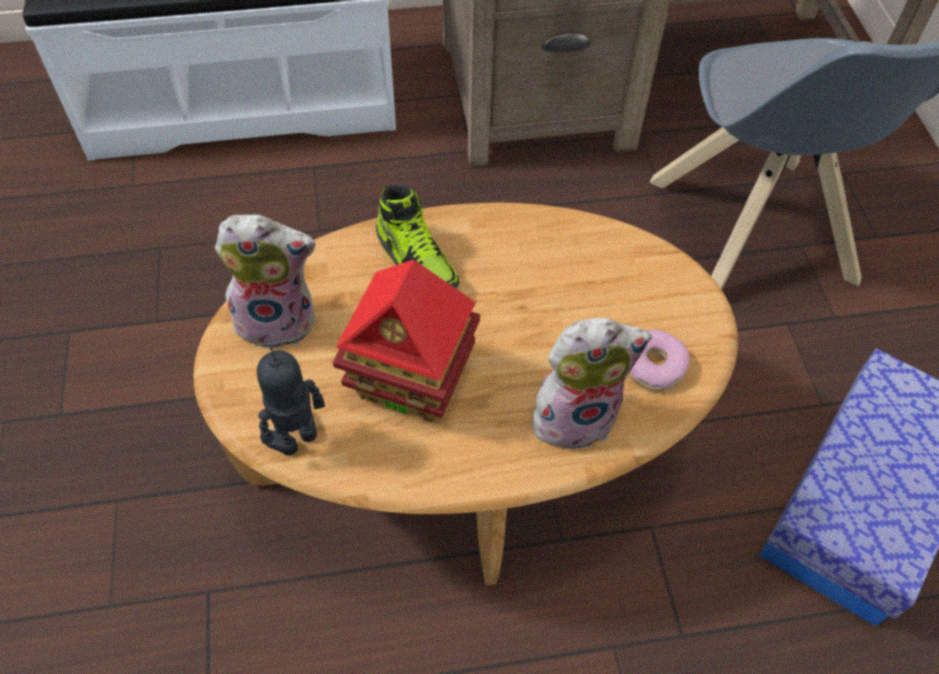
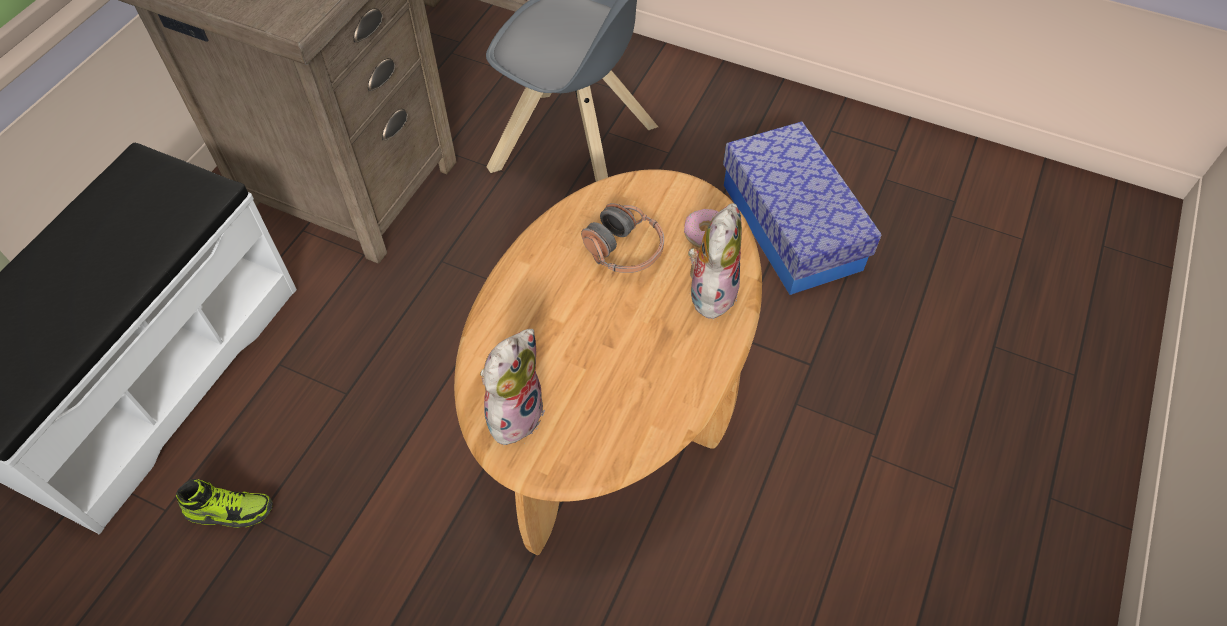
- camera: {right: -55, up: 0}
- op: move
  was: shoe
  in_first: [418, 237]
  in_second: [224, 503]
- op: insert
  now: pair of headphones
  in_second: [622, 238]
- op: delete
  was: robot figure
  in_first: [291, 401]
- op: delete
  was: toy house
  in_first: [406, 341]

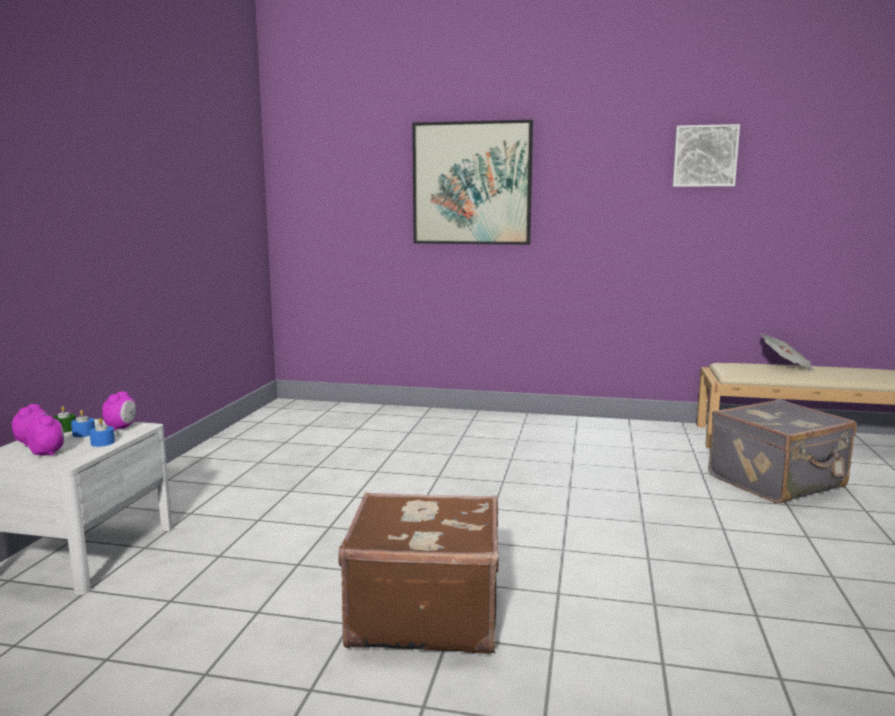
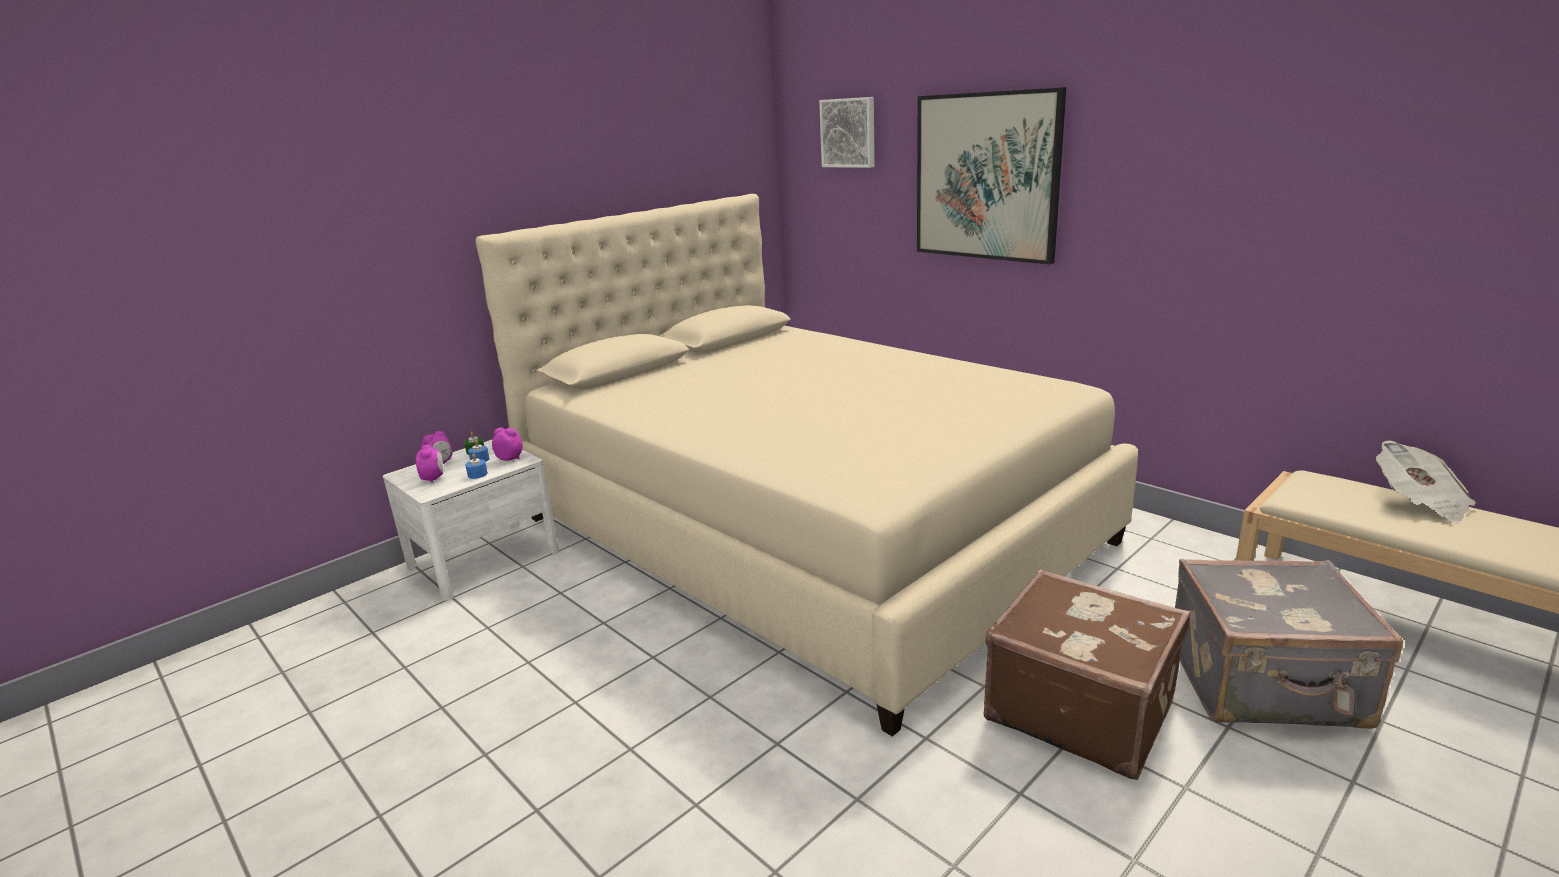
- camera: {right: 35, up: 10}
- op: insert
  now: beige bed
  in_second: [806, 465]
- op: rotate
  was: alarm clock
  in_first: [119, 411]
  in_second: [507, 444]
  clockwise: -120
- op: move
  was: picture
  in_first: [706, 155]
  in_second: [847, 132]
- op: move
  was: brown piece of luggage
  in_first: [418, 573]
  in_second: [1087, 674]

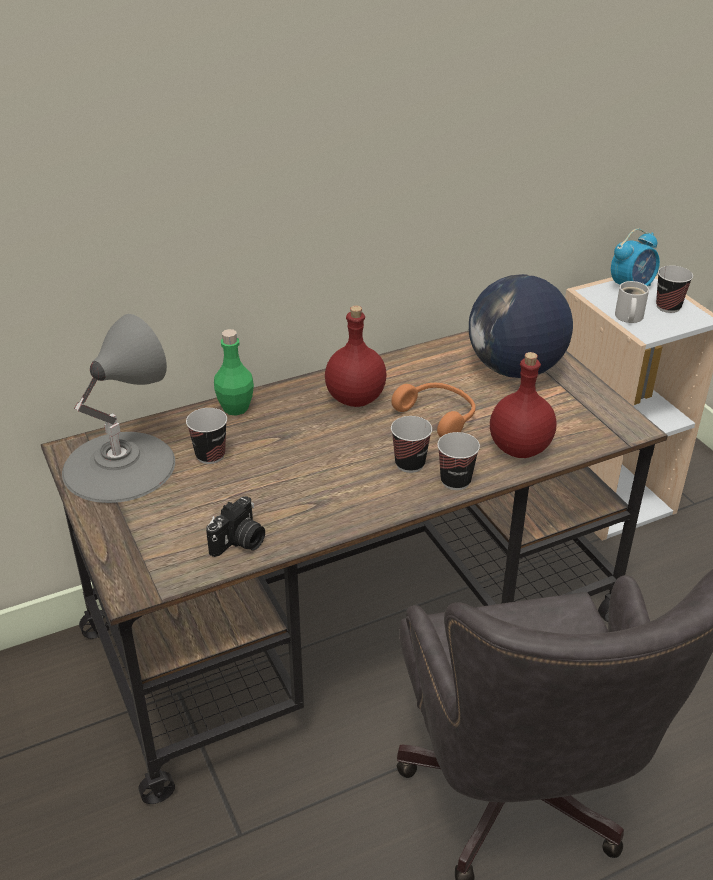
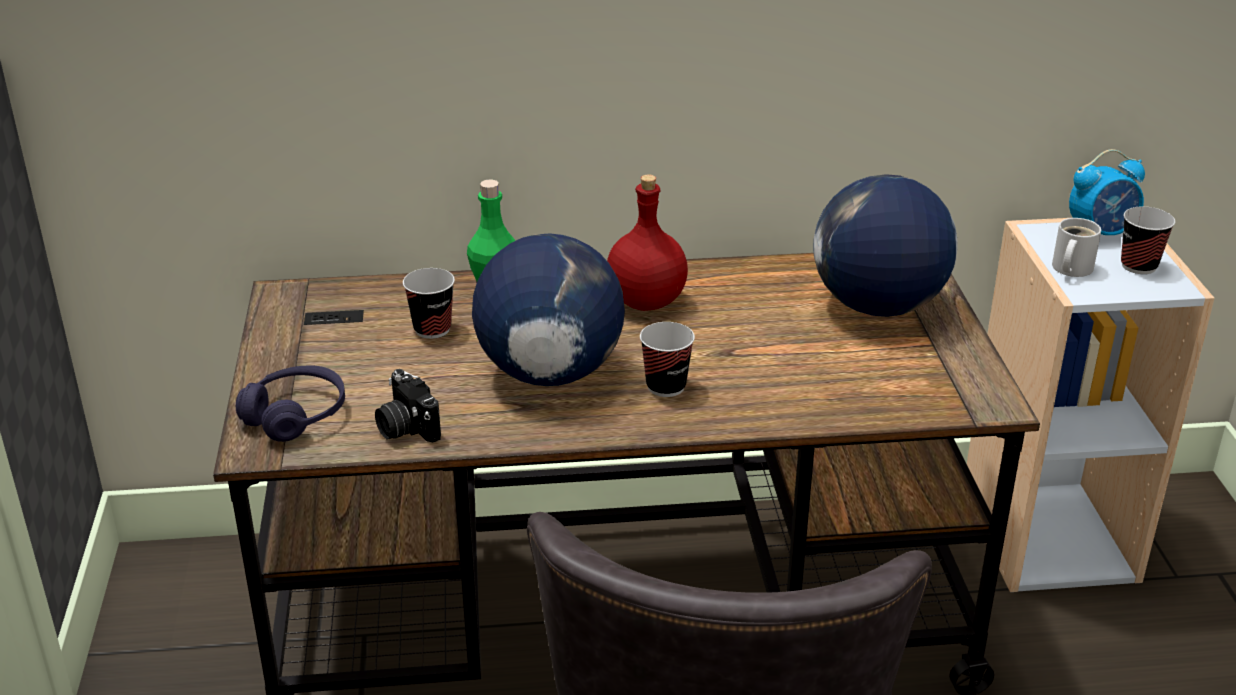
- camera: {right: 20, up: -5}
- op: insert
  now: purple pair of headphones
  in_second: [290, 403]
- op: rotate
  was: still camera
  in_first: [235, 526]
  in_second: [408, 405]
  clockwise: 90
- op: insert
  now: desk globe
  in_second: [548, 310]
- op: delete
  was: grey table lamp
  in_first: [118, 408]
- op: delete
  was: orange pair of headphones
  in_first: [433, 410]
- op: delete
  was: cup
  in_first: [458, 461]
- op: delete
  was: red-coloured bottle
  in_first: [523, 405]

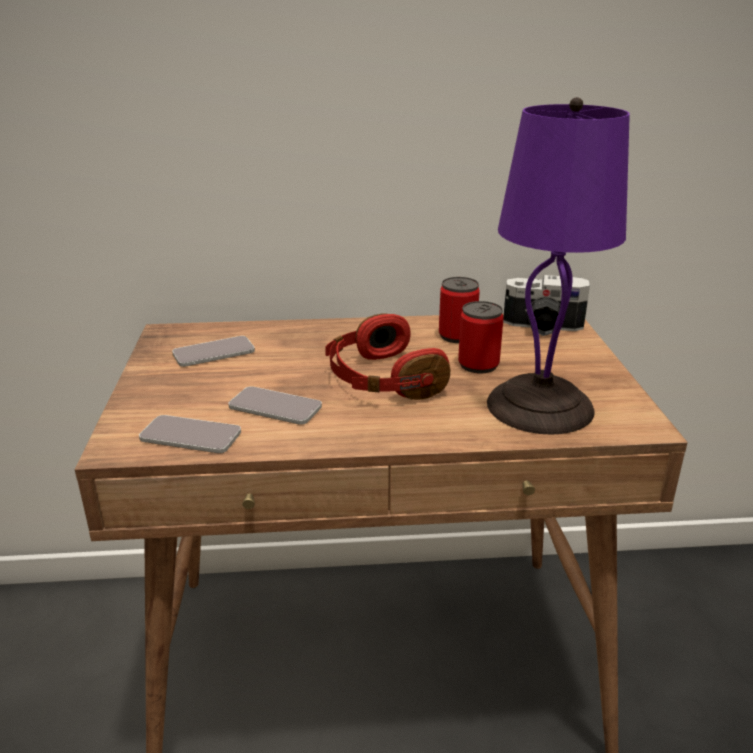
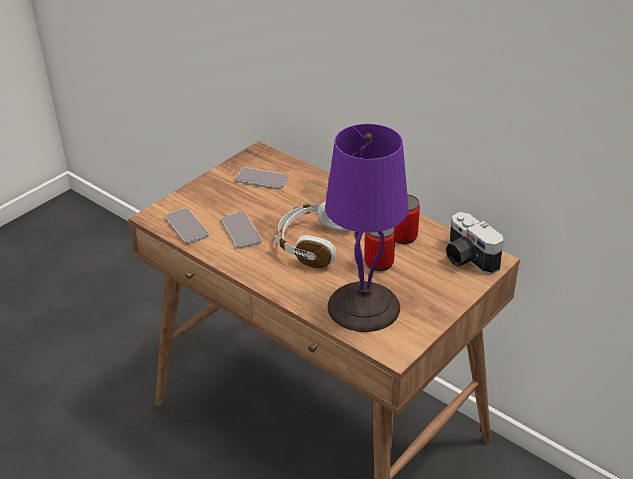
- camera: {right: 45, up: 10}
- op: recolor
  was: red-coloured pair of headphones
  now: white-coloured pair of headphones
  in_first: [388, 356]
  in_second: [312, 235]

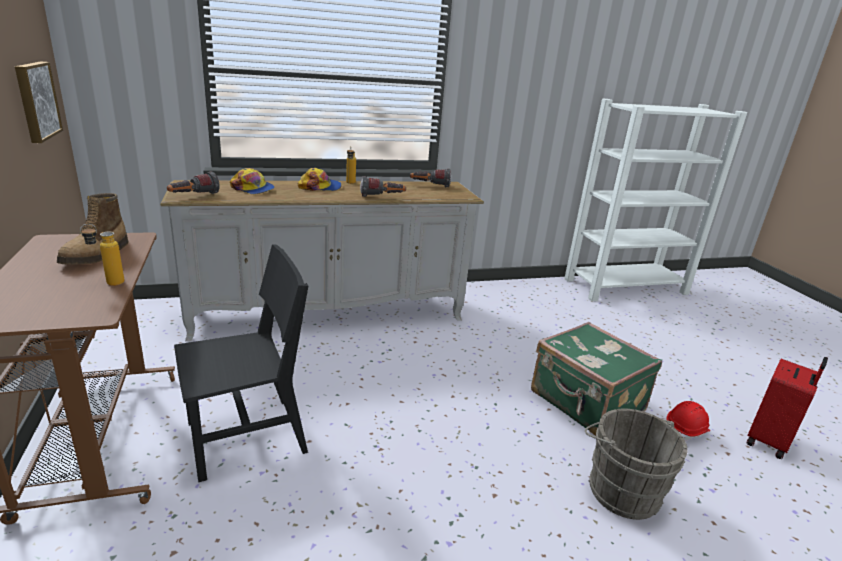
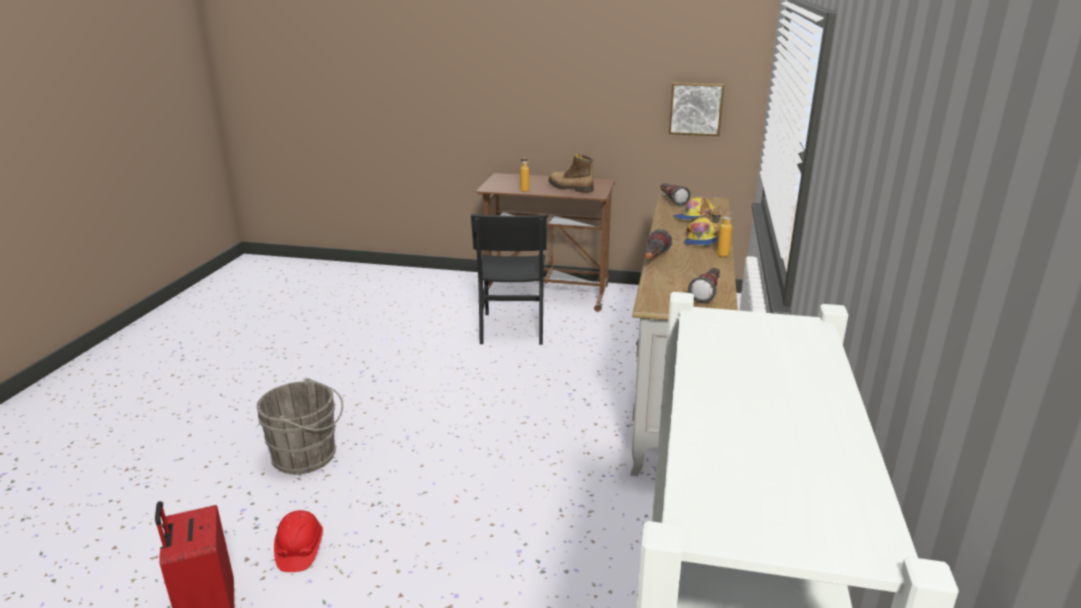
- camera: {right: 120, up: 0}
- op: delete
  was: green-coloured piece of luggage
  in_first: [596, 379]

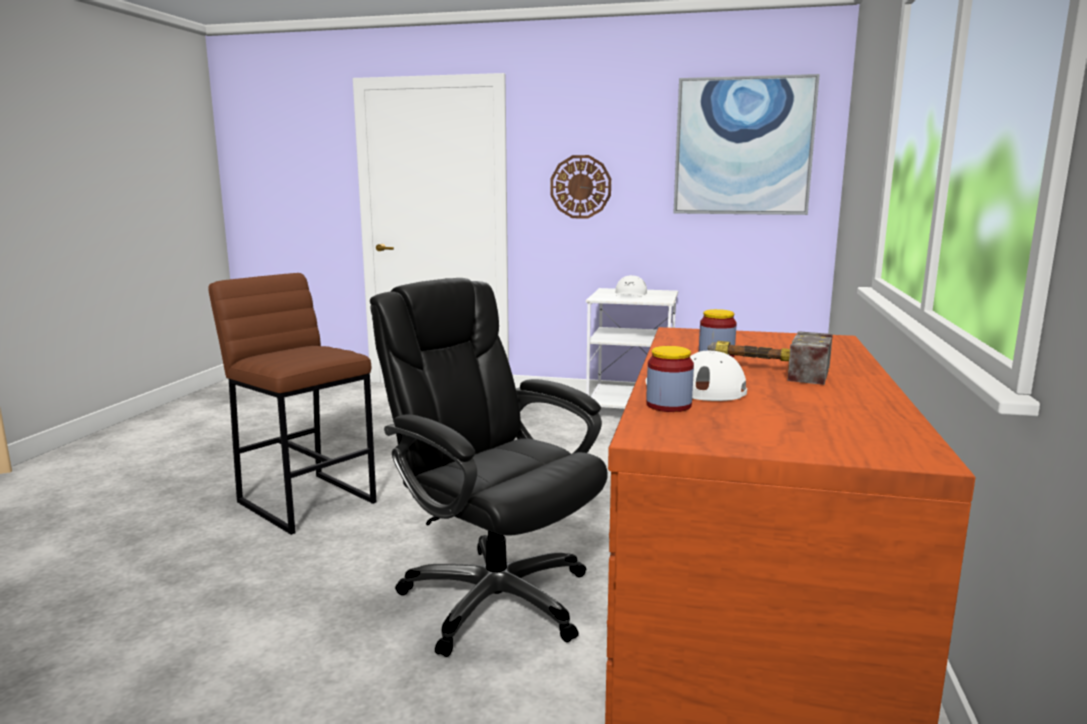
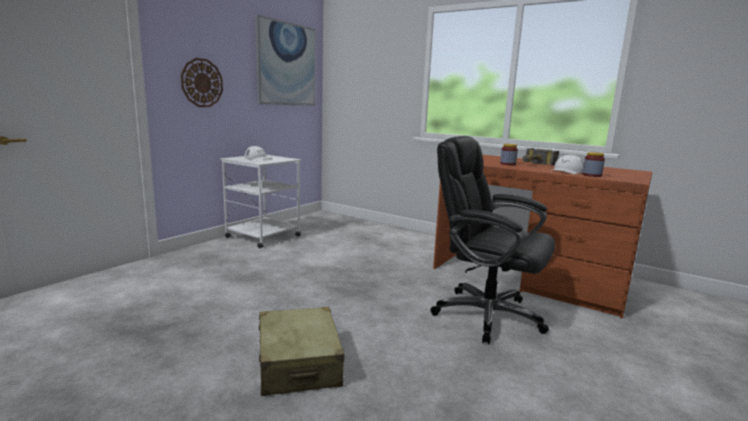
- camera: {right: -70, up: 0}
- op: replace
  was: brown stool
  now: beige piece of luggage
  in_first: [292, 404]
  in_second: [301, 351]
- op: rotate
  was: blackish desk chair
  in_first: [489, 467]
  in_second: [492, 240]
  clockwise: 60

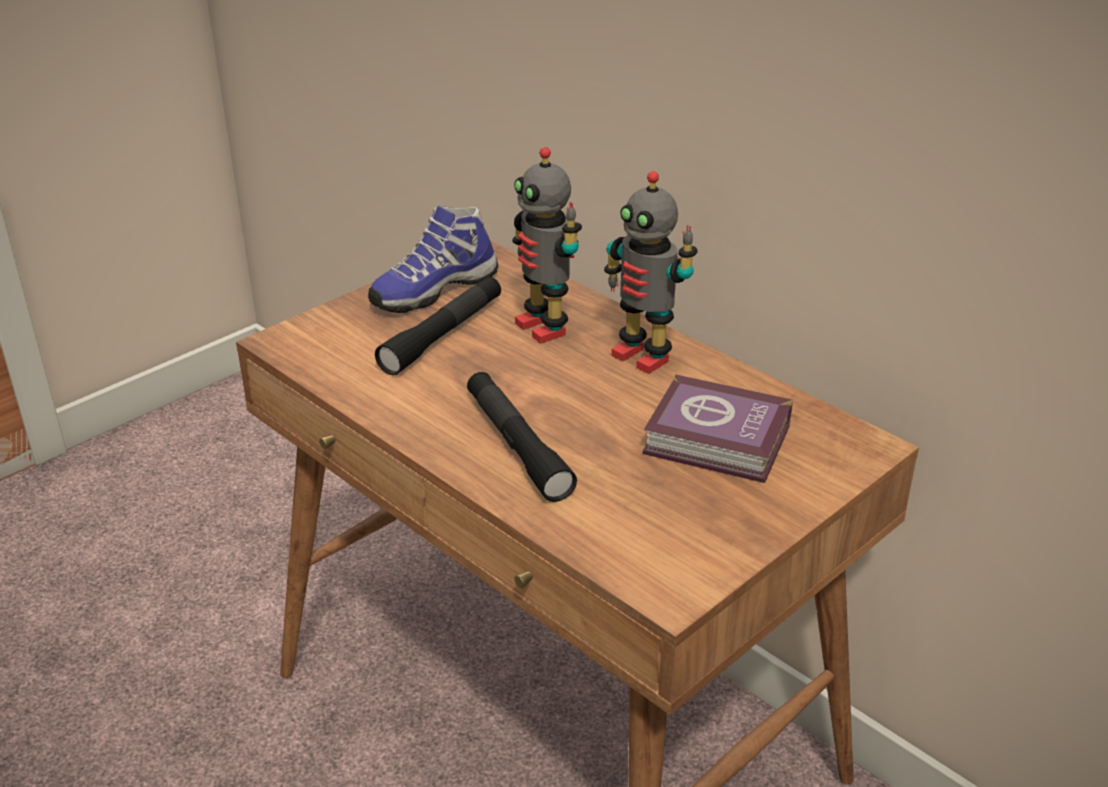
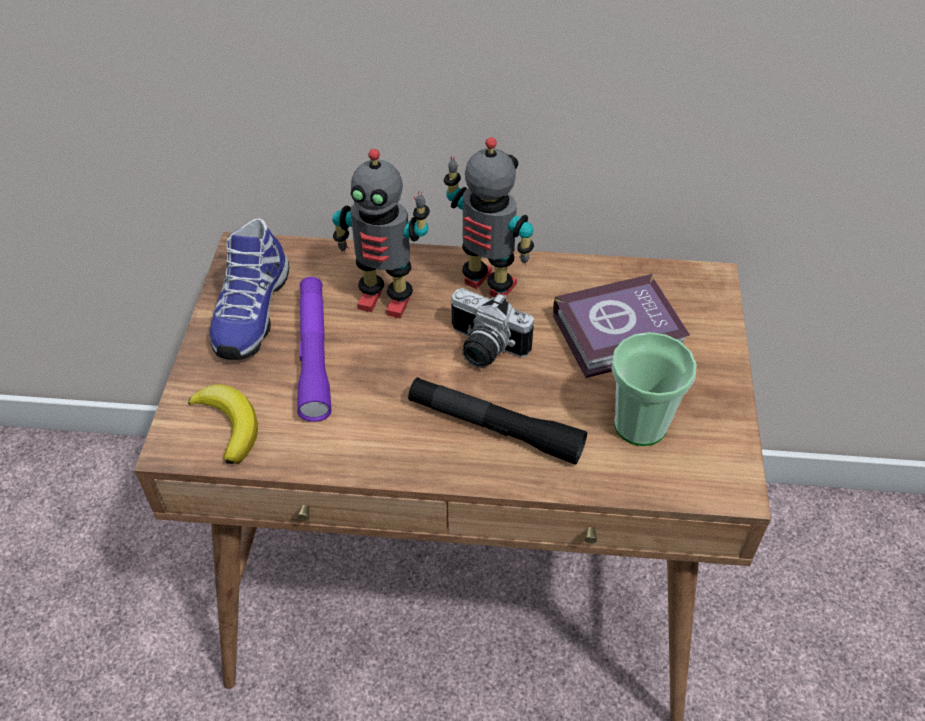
- camera: {right: -40, up: 15}
- op: insert
  now: banana
  in_second: [223, 424]
- op: recolor
  was: blackish hand torch
  now: purple hand torch
  in_first: [438, 325]
  in_second: [314, 349]
- op: rotate
  was: robot figure
  in_first: [650, 272]
  in_second: [489, 217]
  clockwise: -150
- op: insert
  now: still camera
  in_second: [492, 328]
- op: insert
  now: cup
  in_second: [654, 389]

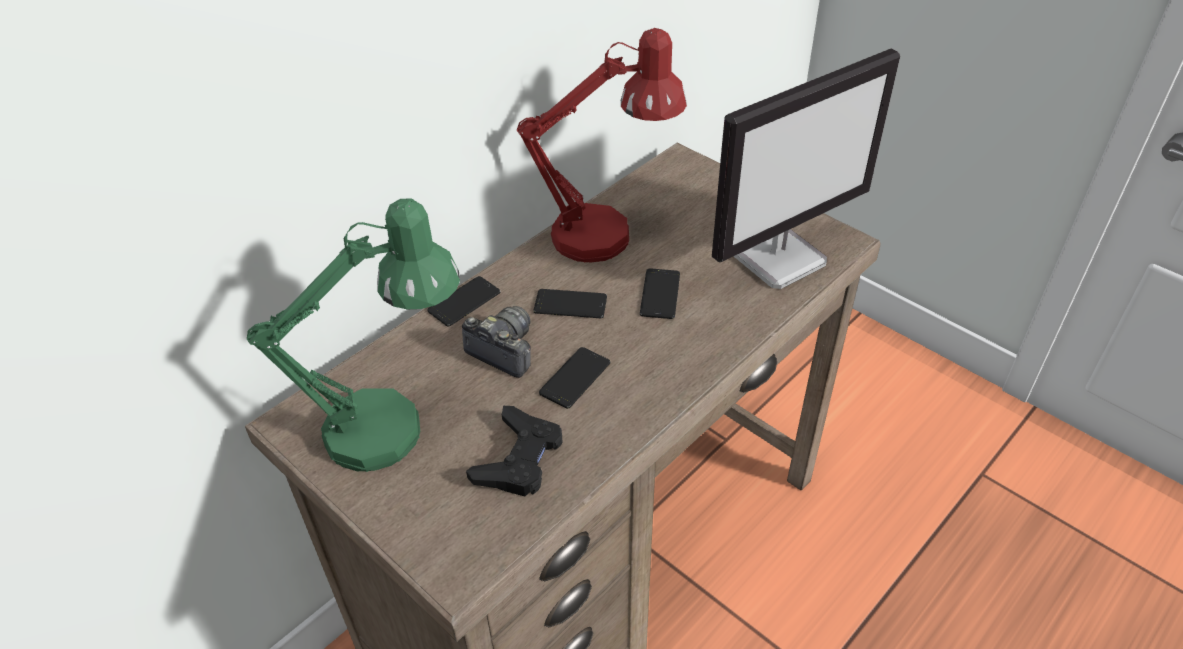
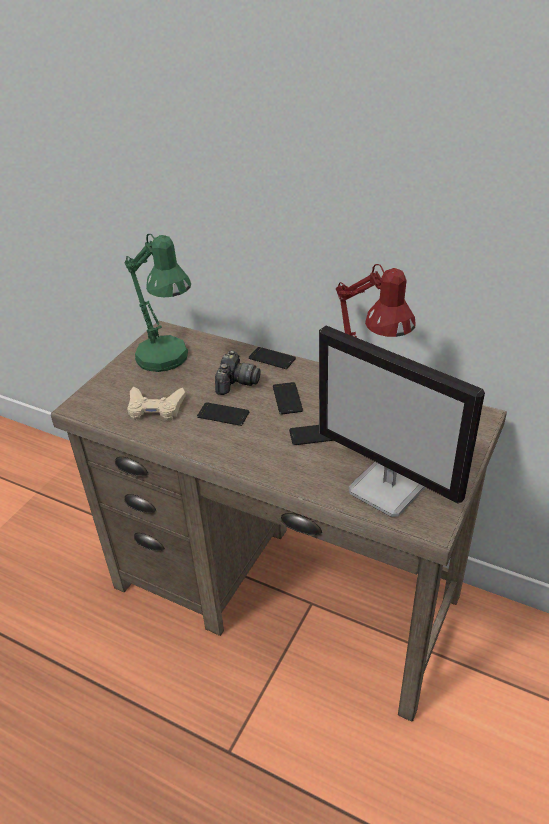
- camera: {right: 75, up: -5}
- op: recolor
  was: blackish game controller
  now: beige game controller
  in_first: [514, 451]
  in_second: [156, 404]

